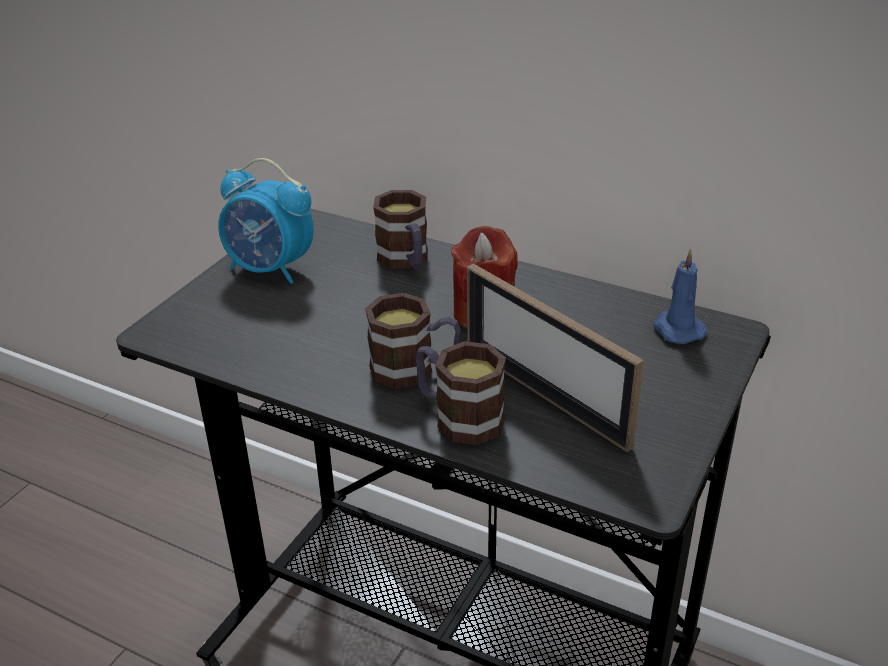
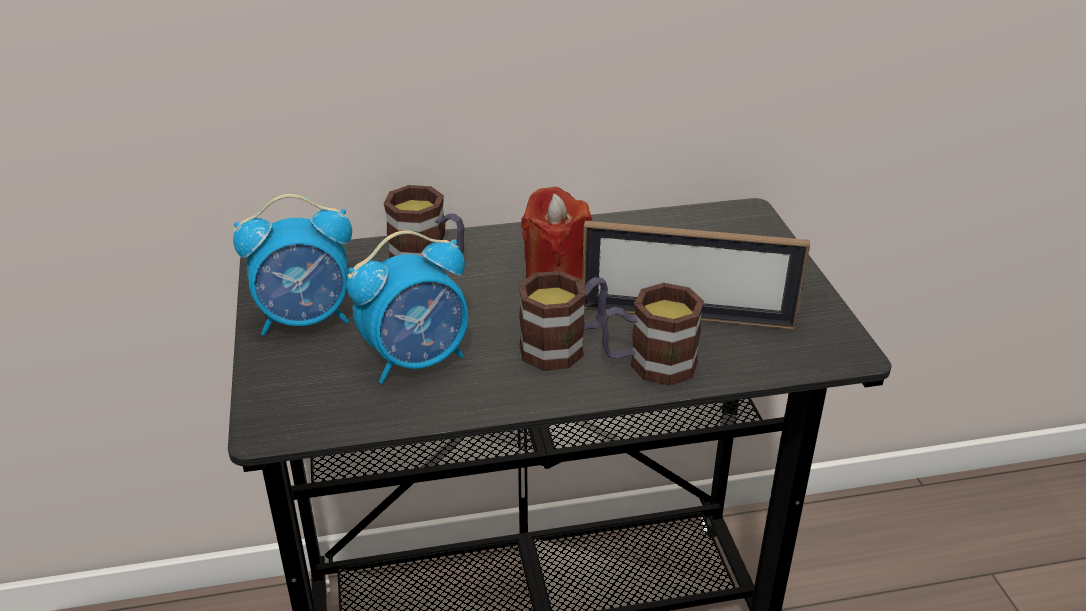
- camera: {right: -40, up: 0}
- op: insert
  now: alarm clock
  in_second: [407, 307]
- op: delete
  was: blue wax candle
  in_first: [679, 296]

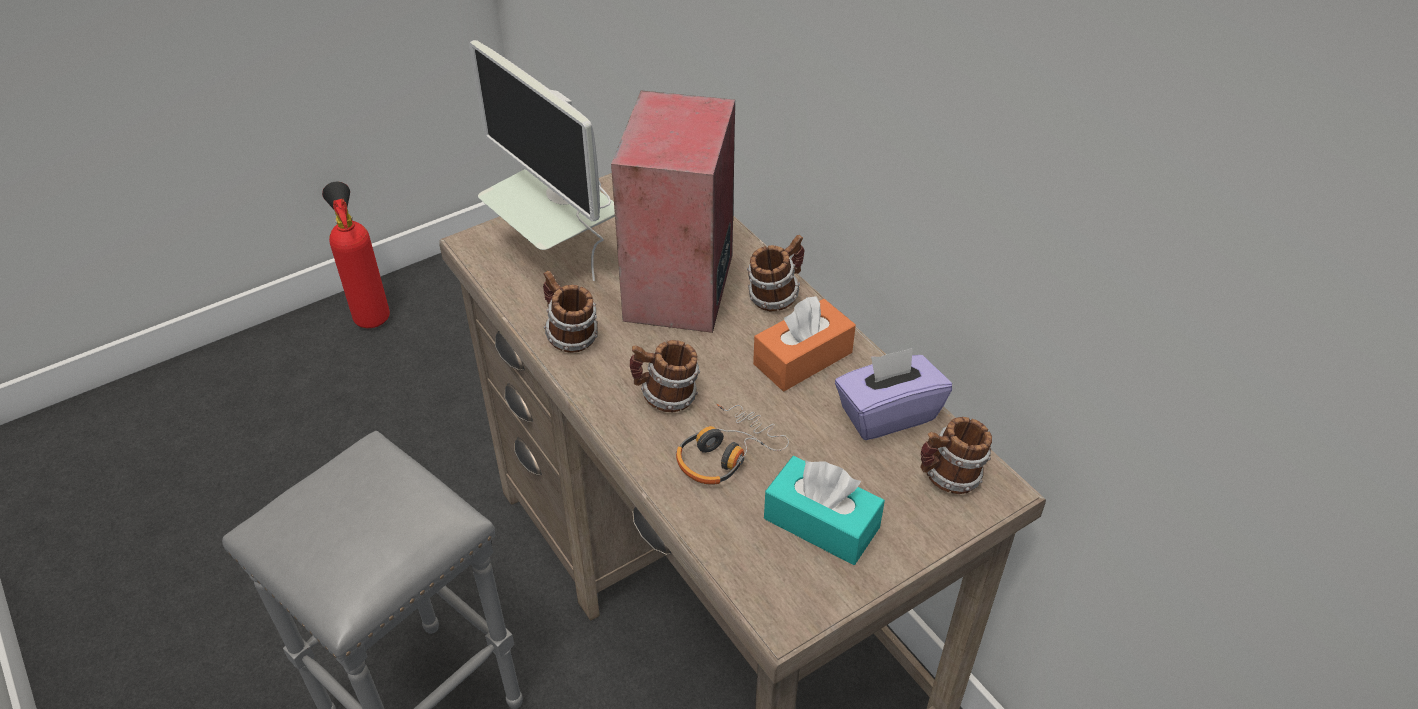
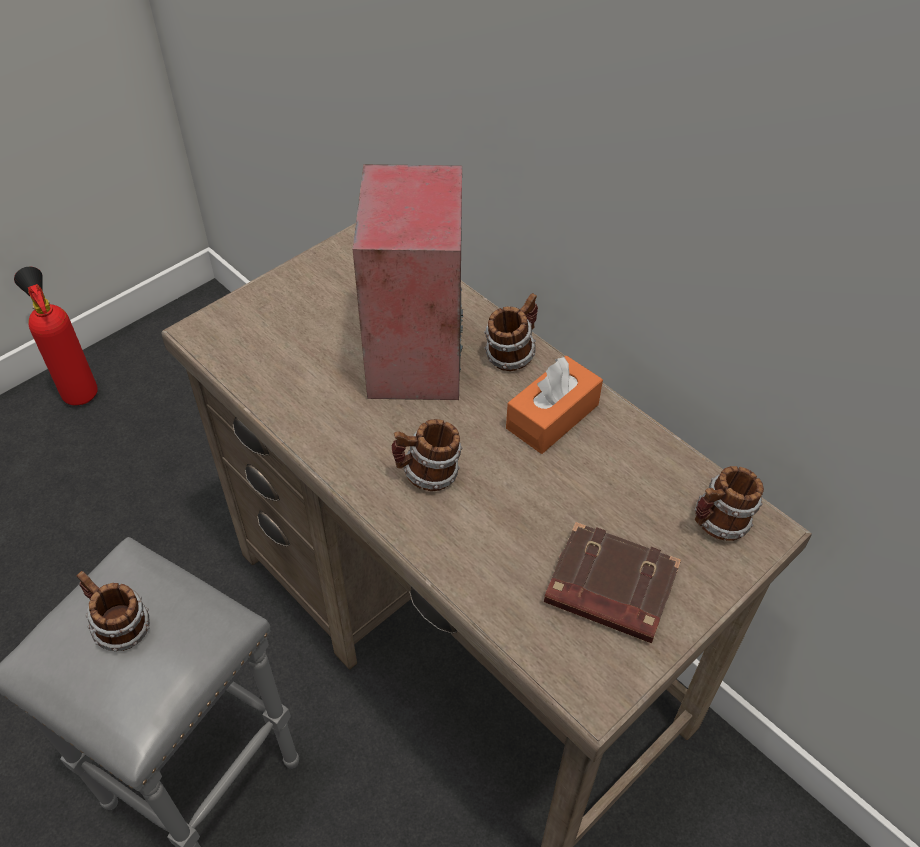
- camera: {right: -10, up: 5}
- op: move
  was: coffee mug
  in_first: [570, 312]
  in_second: [113, 611]
- op: replace
  was: blue-green box of tissues
  now: brown volume
  in_first: [824, 510]
  in_second: [612, 582]
- op: delete
  was: monitor
  in_first: [542, 160]
- op: delete
  was: pair of headphones
  in_first: [732, 444]
- op: delete
  was: purple box of tissues
  in_first: [893, 394]

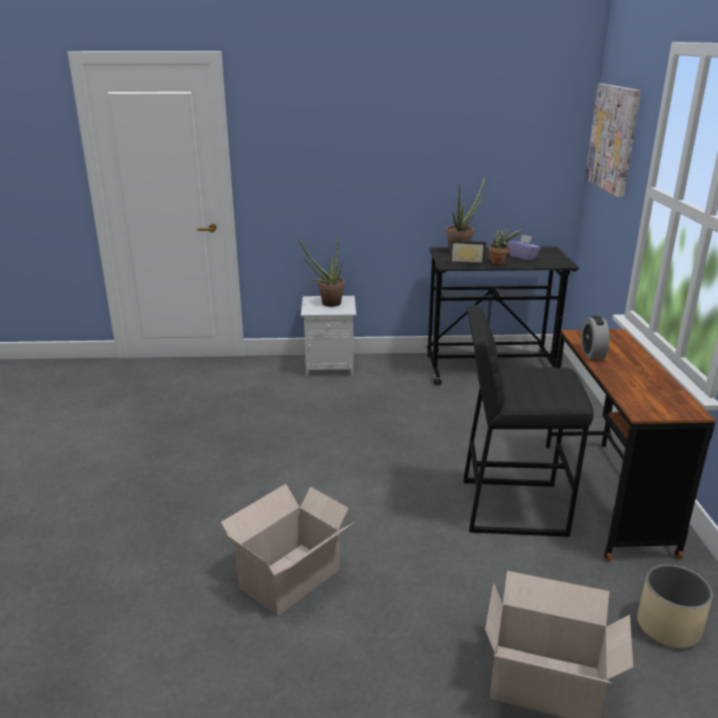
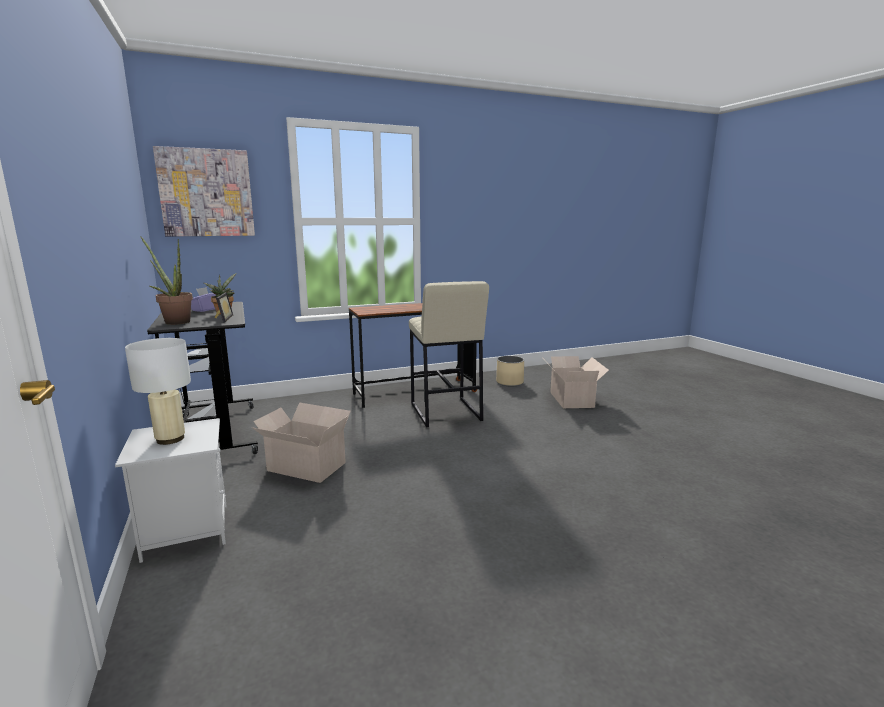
- camera: {right: -110, up: -10}
- op: replace
  was: houseplant
  now: white-coloured table lamp
  in_first: [321, 271]
  in_second: [158, 391]
- op: move
  was: cardboard box
  in_first: [287, 550]
  in_second: [301, 443]
- op: recolor
  was: blackish stool
  now: beige stool
  in_first: [528, 421]
  in_second: [449, 354]
- op: delete
  was: alarm clock
  in_first: [595, 337]

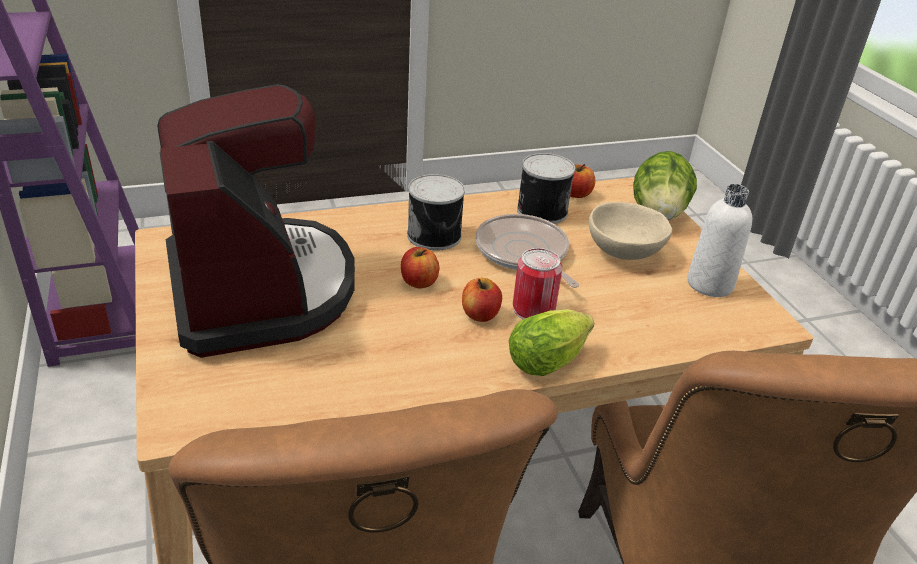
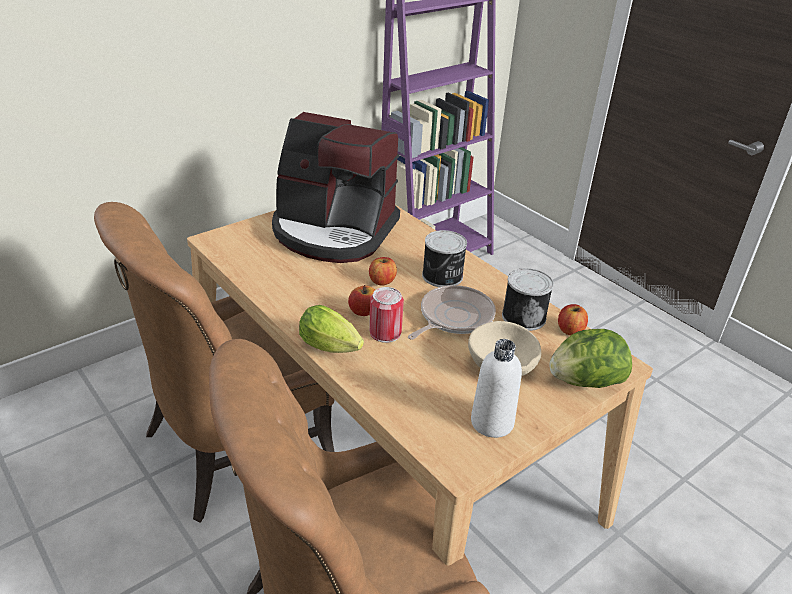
- camera: {right: 70, up: 0}
- op: rotate
  was: coffee brewer
  in_first: [256, 221]
  in_second: [336, 187]
  clockwise: 60

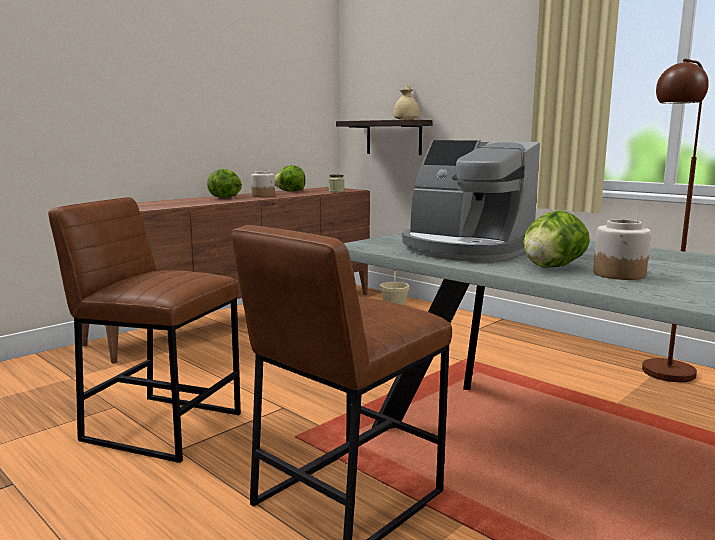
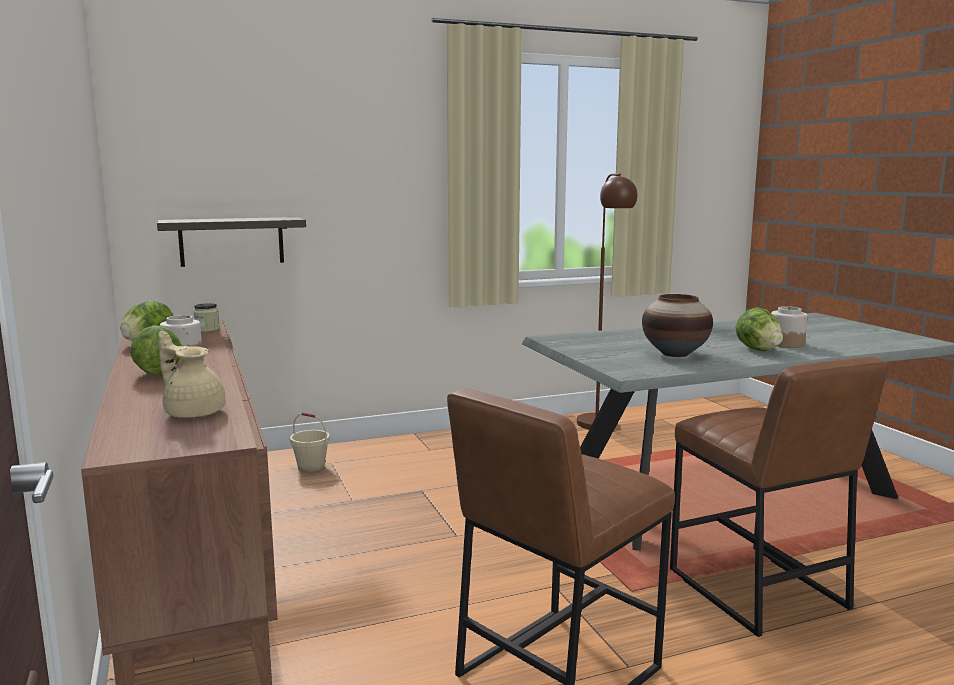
- camera: {right: -65, up: 0}
- op: move
  was: beige tea pot
  in_first: [406, 102]
  in_second: [192, 374]
- op: replace
  was: coffee brewer
  now: flower vase
  in_first: [471, 201]
  in_second: [677, 325]

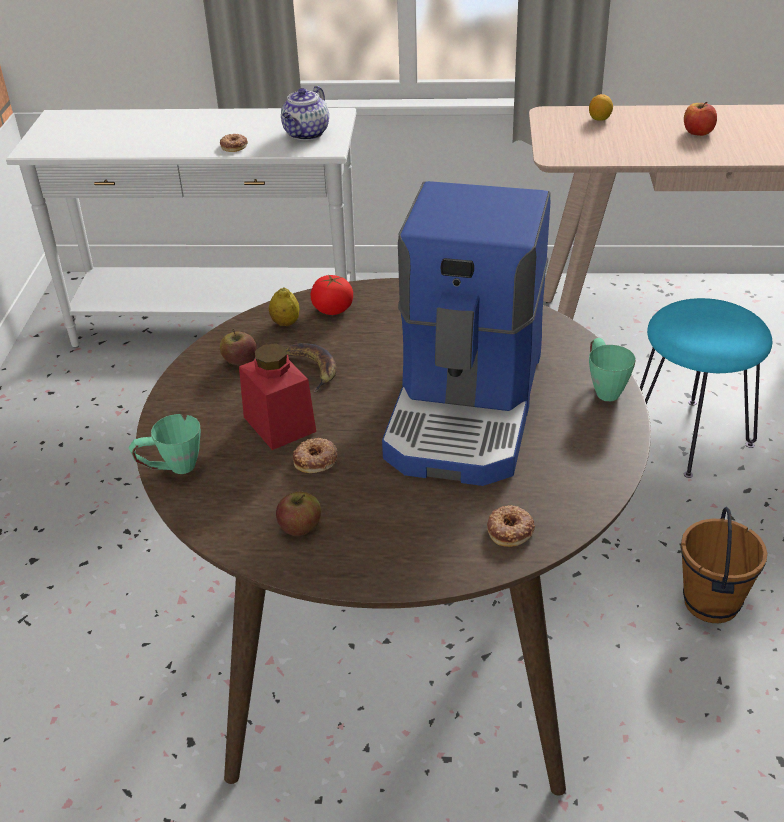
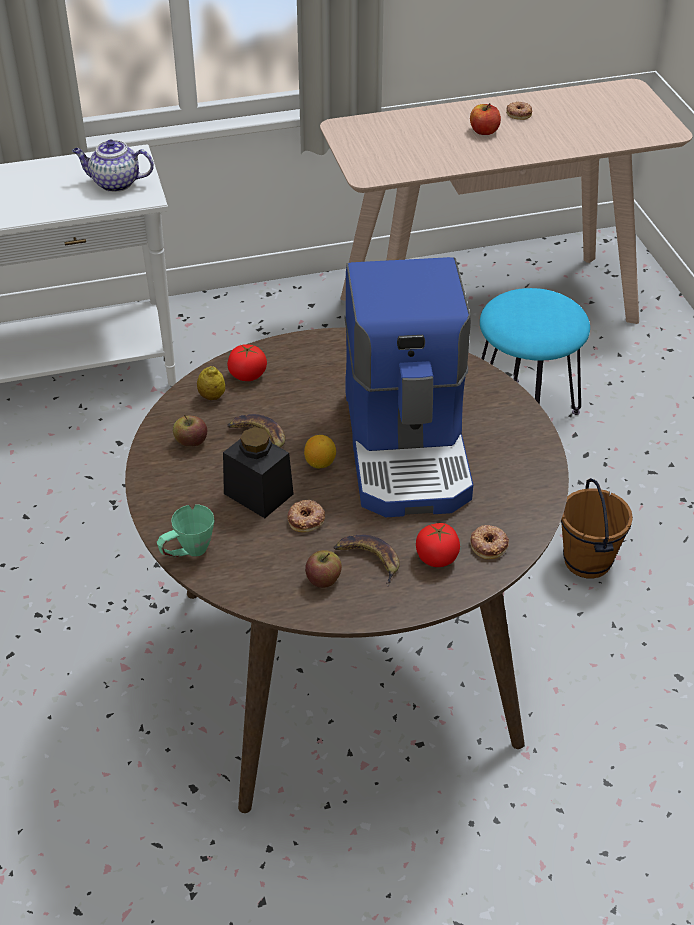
- camera: {right: -20, up: 5}
- op: rotate
  was: tea pot
  in_first: [305, 113]
  in_second: [113, 165]
  clockwise: 90
- op: recolor
  was: red-coloured preserve jar
  now: blackish preserve jar
  in_first: [277, 396]
  in_second: [258, 472]
- op: move
  was: lemon
  in_first: [601, 107]
  in_second: [320, 451]
- op: insert
  now: banana
  in_second: [367, 560]
- op: insert
  now: whole tomato
  in_second: [438, 545]
- op: move
  was: doughnut
  in_first: [234, 143]
  in_second: [519, 111]
- op: delete
  was: green-coloured coffee mug
  in_first: [612, 370]

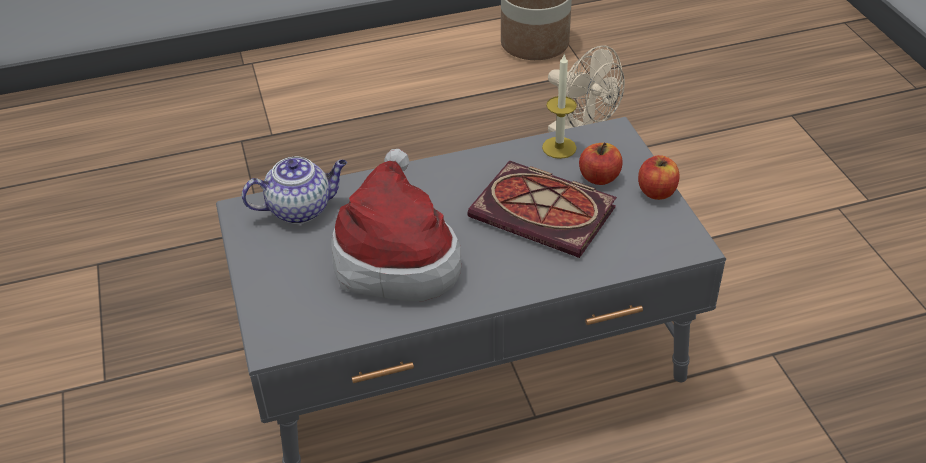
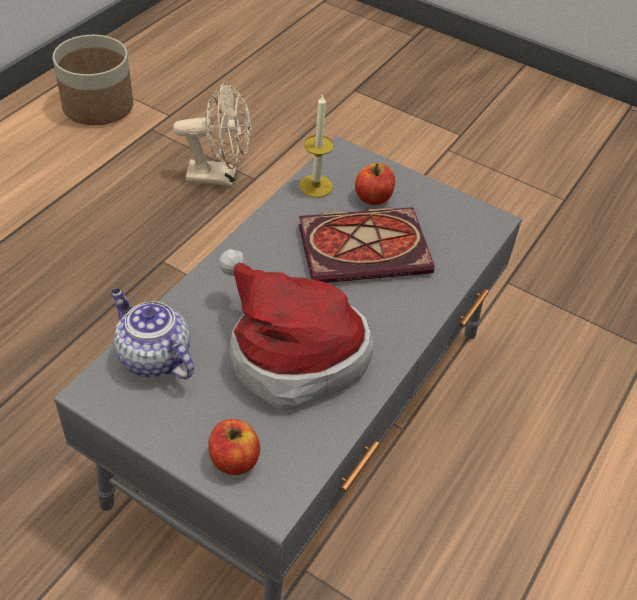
- camera: {right: -45, up: 5}
- op: rotate
  was: tea pot
  in_first: [294, 190]
  in_second: [152, 333]
  clockwise: -75
- op: move
  was: apple
  in_first: [658, 177]
  in_second: [234, 447]

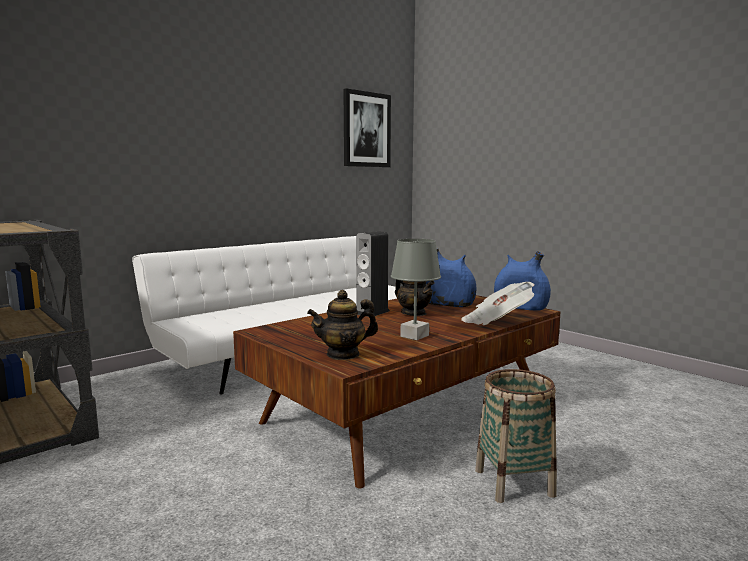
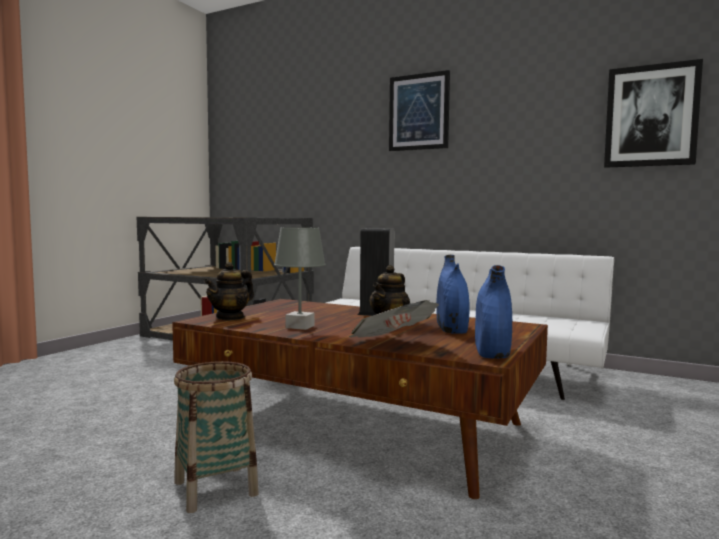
- camera: {right: 70, up: -5}
- op: rotate
  was: tea pot
  in_first: [342, 325]
  in_second: [229, 291]
  clockwise: -105
- op: insert
  now: picture
  in_second: [419, 110]

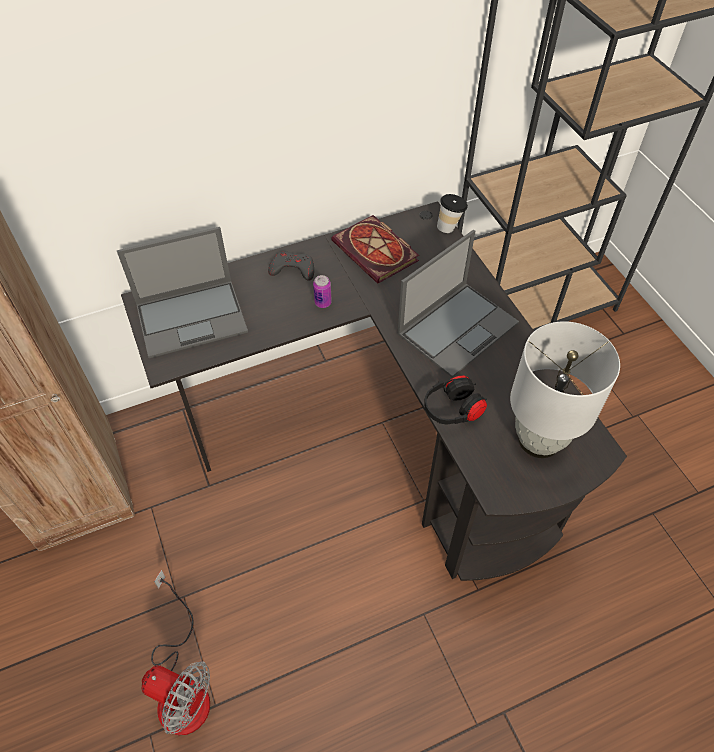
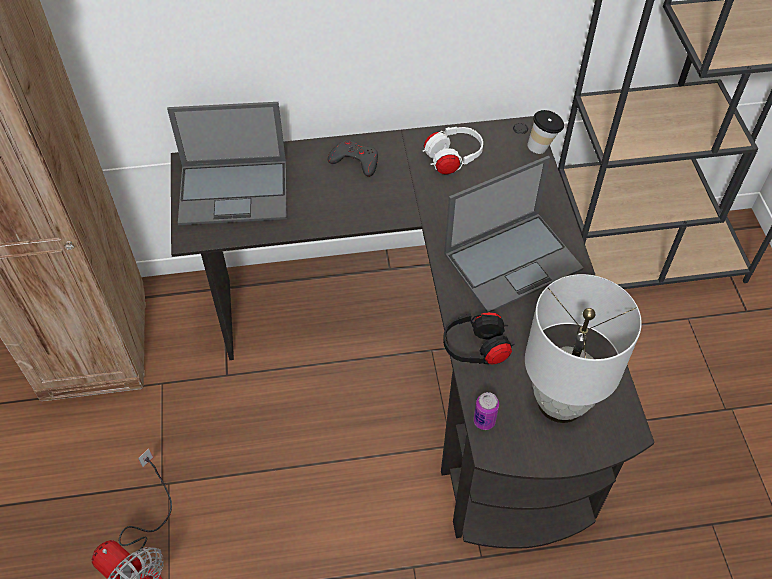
- camera: {right: 15, up: 0}
- op: replace
  was: volume
  now: white-coloured pair of headphones
  in_first: [375, 249]
  in_second: [452, 151]
- op: move
  was: metal can
  in_first: [322, 291]
  in_second: [486, 411]

